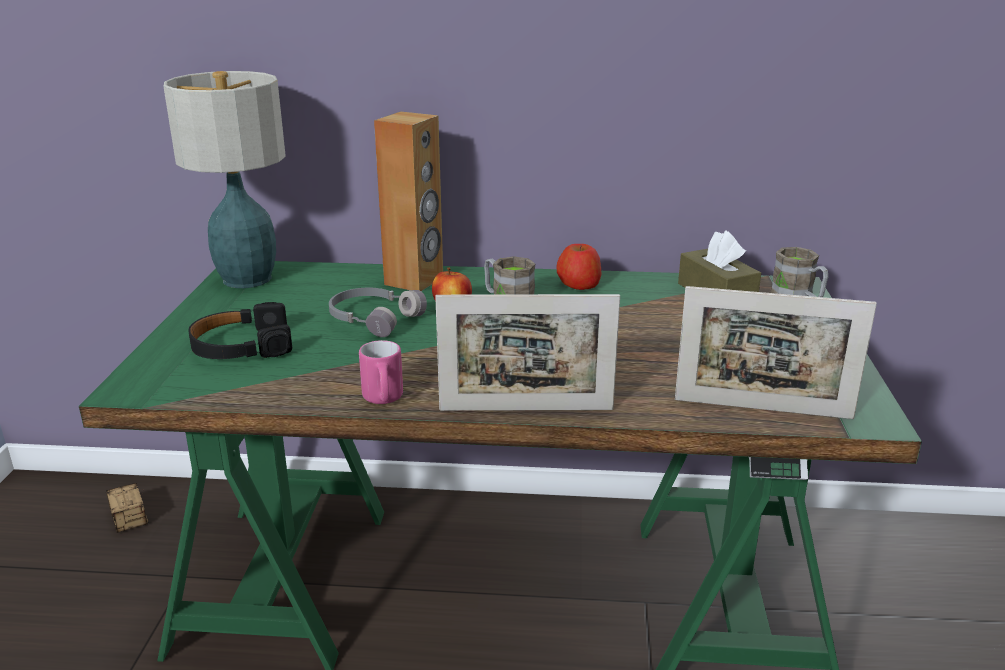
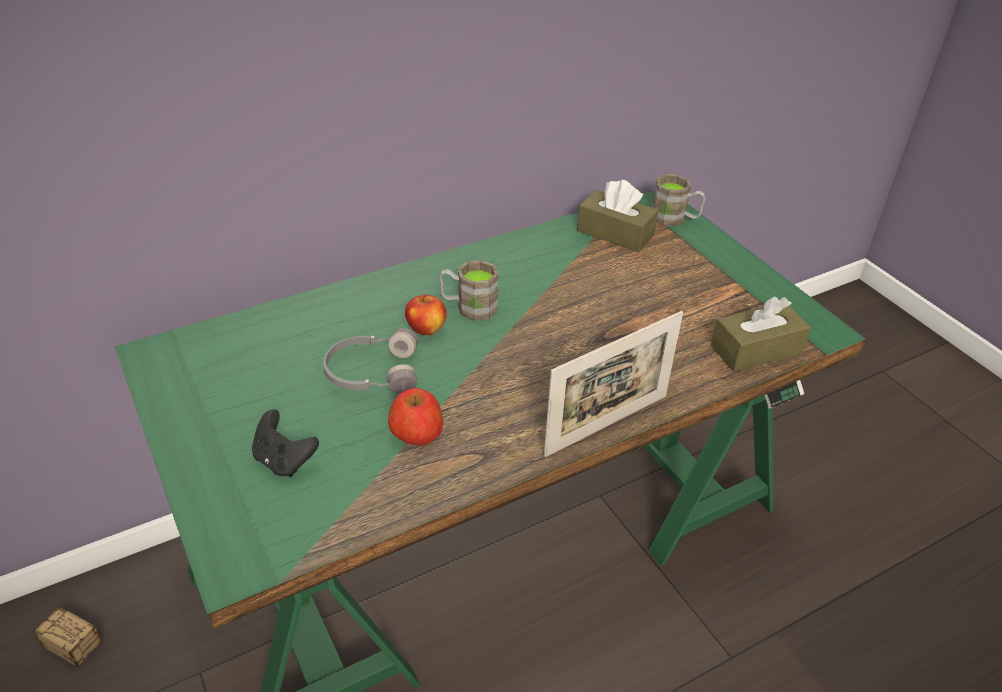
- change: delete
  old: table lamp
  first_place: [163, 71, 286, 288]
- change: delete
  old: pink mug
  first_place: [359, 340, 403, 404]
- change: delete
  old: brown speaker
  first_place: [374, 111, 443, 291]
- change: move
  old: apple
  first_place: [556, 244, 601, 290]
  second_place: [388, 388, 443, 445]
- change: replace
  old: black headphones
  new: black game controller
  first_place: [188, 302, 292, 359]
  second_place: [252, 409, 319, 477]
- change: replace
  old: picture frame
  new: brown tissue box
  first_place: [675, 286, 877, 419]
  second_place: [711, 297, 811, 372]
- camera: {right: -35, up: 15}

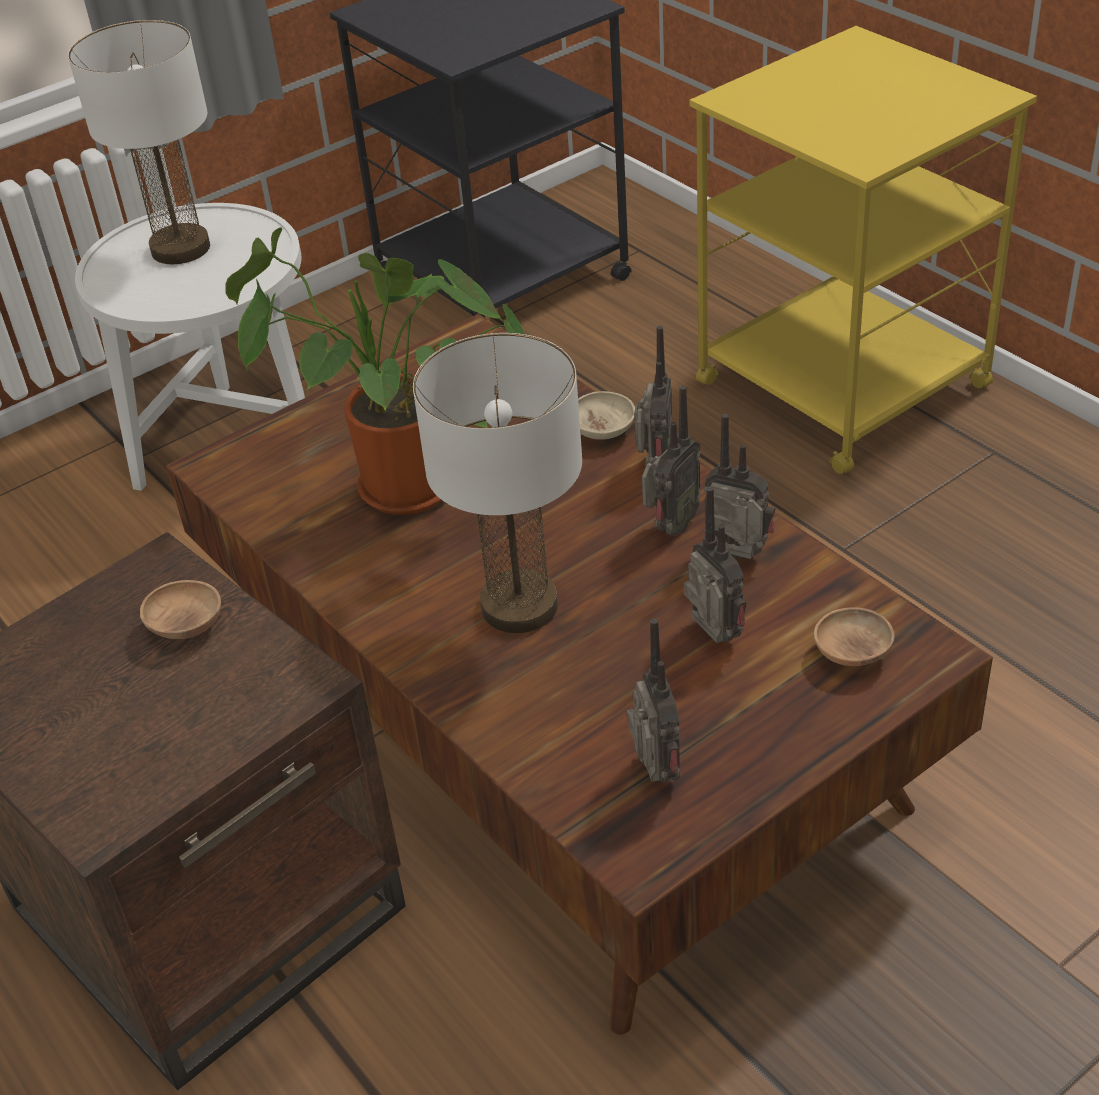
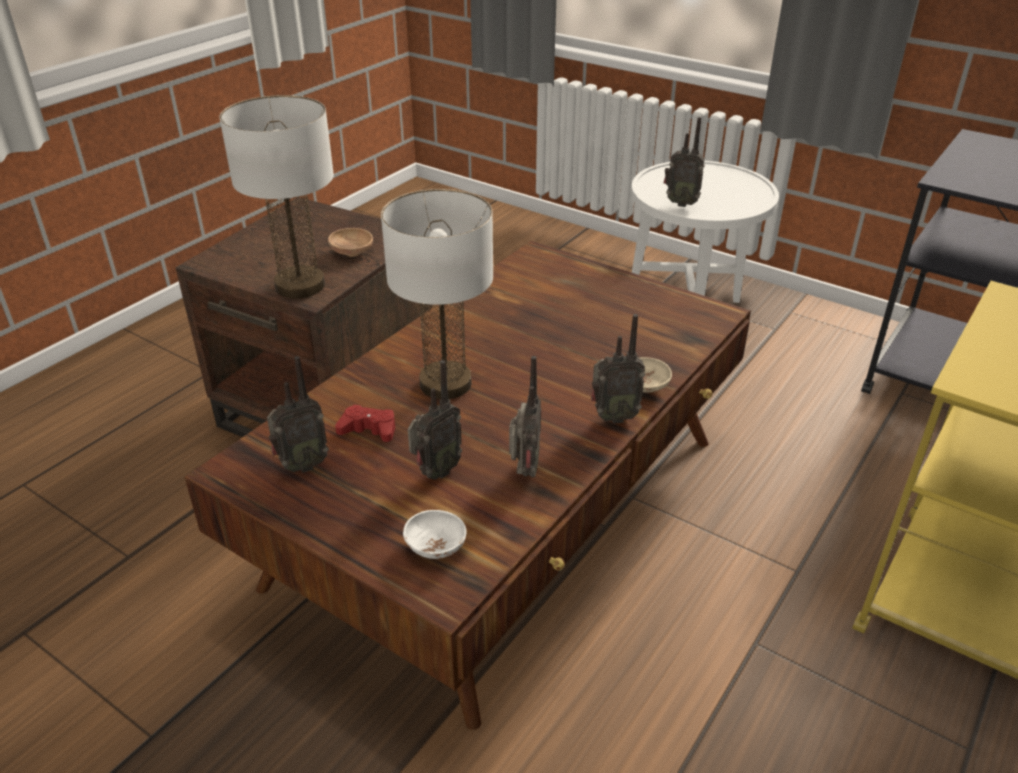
- change: delete
  old: potted plant
  first_place: [225, 227, 524, 515]
- change: insert
  new: red game controller
  second_place: [335, 405, 395, 442]
- change: move
  old: table lamp
  first_place: [68, 20, 210, 264]
  second_place: [219, 95, 334, 299]
- change: move
  old: radio
  first_place: [642, 386, 701, 536]
  second_place: [664, 117, 705, 207]
- change: recolor
  old: brown bowl
  new: white bowl
  first_place: [814, 607, 894, 666]
  second_place: [403, 510, 466, 559]
- camera: {right: 70, up: -5}

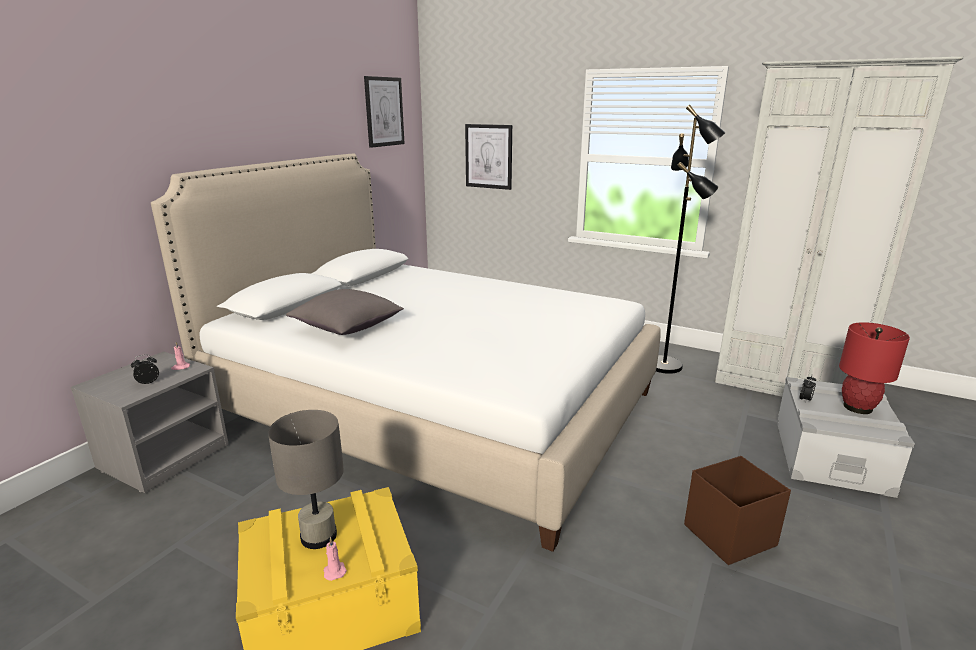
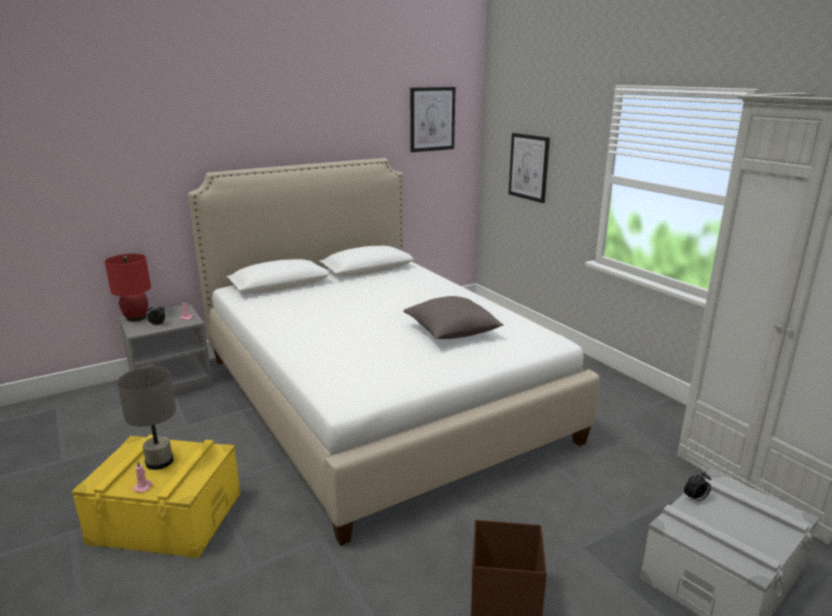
- change: delete
  old: black floor lamp
  first_place: [656, 105, 725, 374]
- change: move
  old: grey pillow
  first_place: [286, 289, 404, 335]
  second_place: [403, 296, 503, 339]
- change: move
  old: red table lamp
  first_place: [839, 322, 910, 414]
  second_place: [105, 254, 151, 322]
- camera: {right: 30, up: 0}

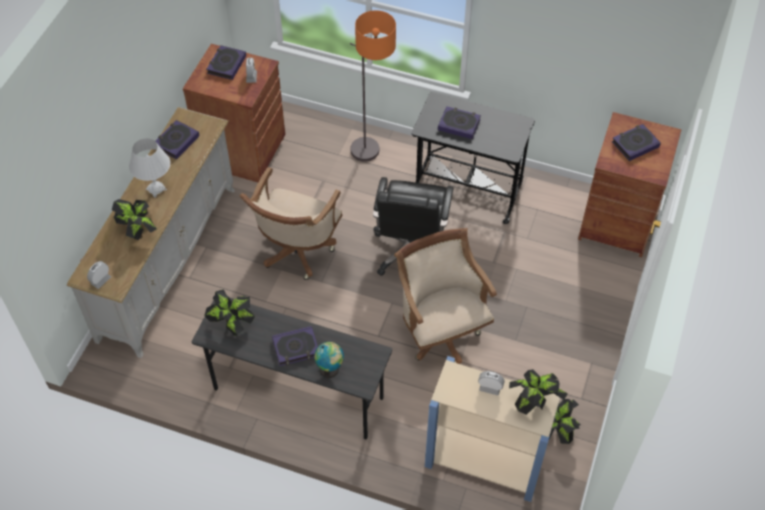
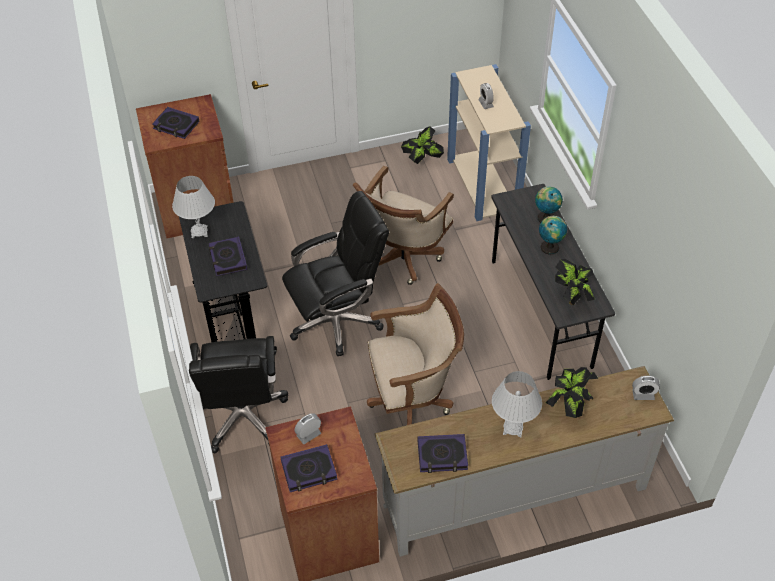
- change: delete
  old: potted plant
  first_place: [509, 369, 568, 415]
- change: insert
  new: white table lamp
  second_place: [172, 176, 215, 238]
- change: replace
  old: book
  new: globe
  first_place: [272, 326, 318, 366]
  second_place: [539, 216, 567, 255]
- change: replace
  old: orange floor lamp
  new: black office chair
  first_place: [350, 10, 396, 162]
  second_place: [189, 336, 288, 454]
- camera: {right: -125, up: -5}

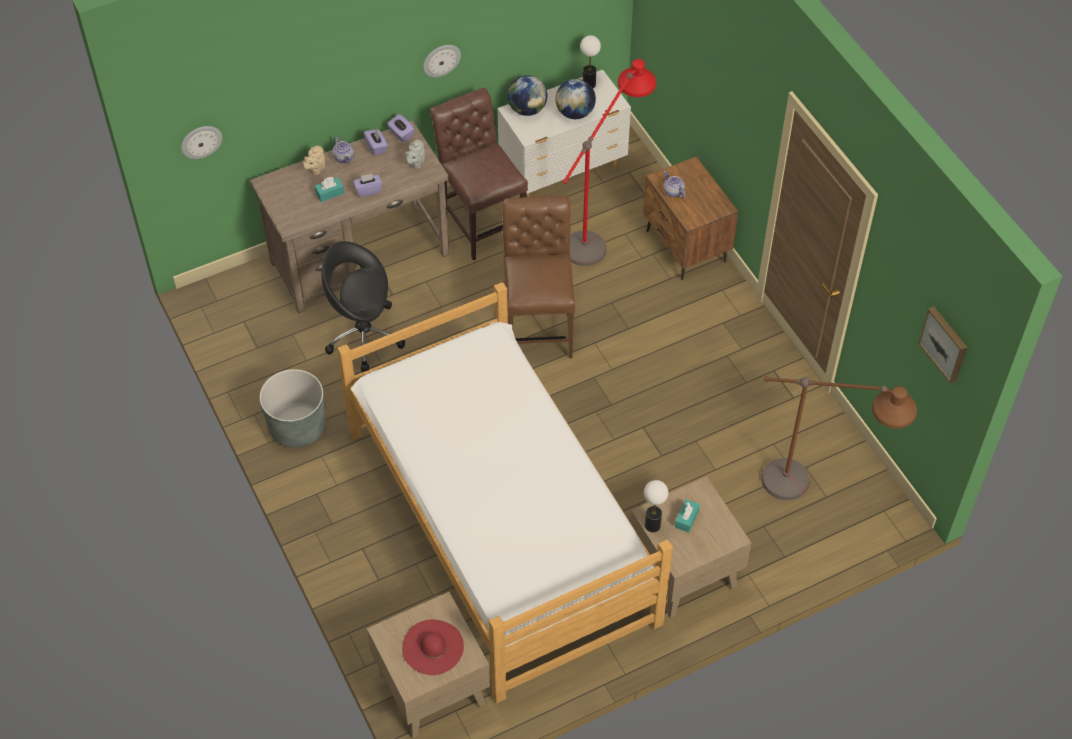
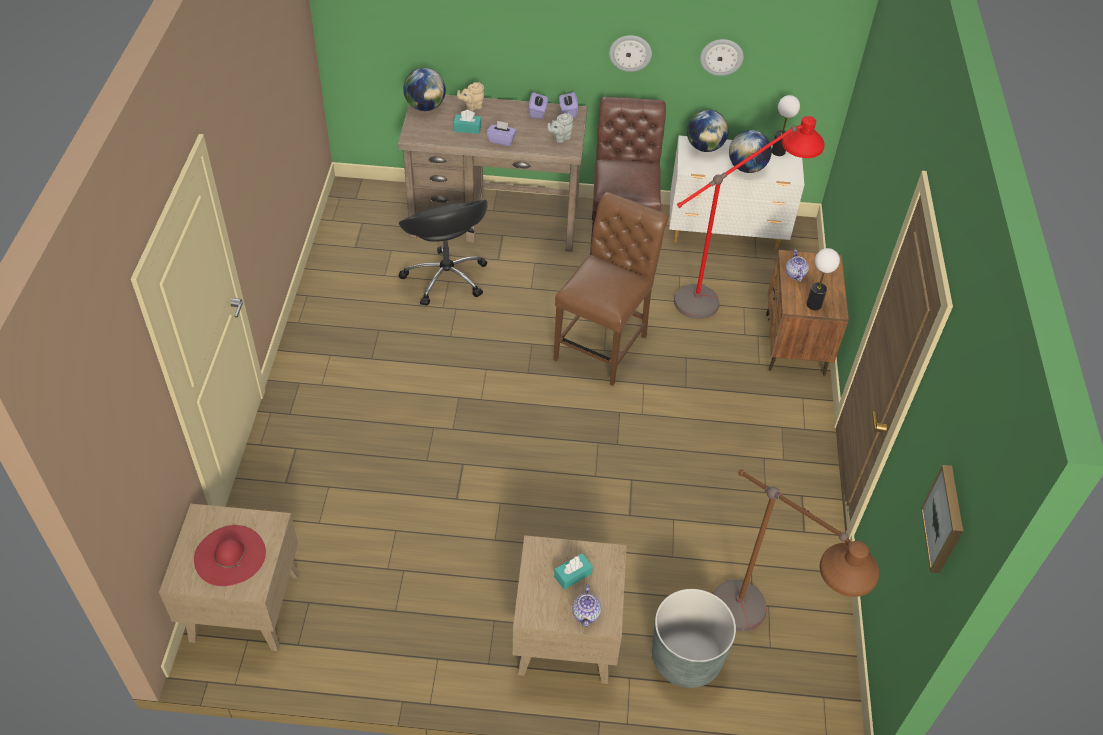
- change: delete
  old: bed
  first_place: [337, 282, 673, 703]
- change: insert
  new: globe
  second_place: [403, 68, 446, 111]
- change: move
  old: wall clock
  first_place: [181, 126, 222, 159]
  second_place: [700, 39, 744, 76]
- change: move
  old: grey planter
  first_place: [259, 369, 326, 448]
  second_place: [652, 589, 736, 688]
- change: move
  old: teapot
  first_place: [333, 137, 354, 163]
  second_place: [572, 584, 601, 627]
- change: move
  old: table lamp
  first_place: [644, 480, 668, 532]
  second_place: [806, 248, 840, 310]
- change: rotate
  old: black office chair
  first_place: [322, 241, 405, 372]
  second_place: [399, 200, 488, 305]
  degrees: -150
- camera: {right: 30, up: -5}

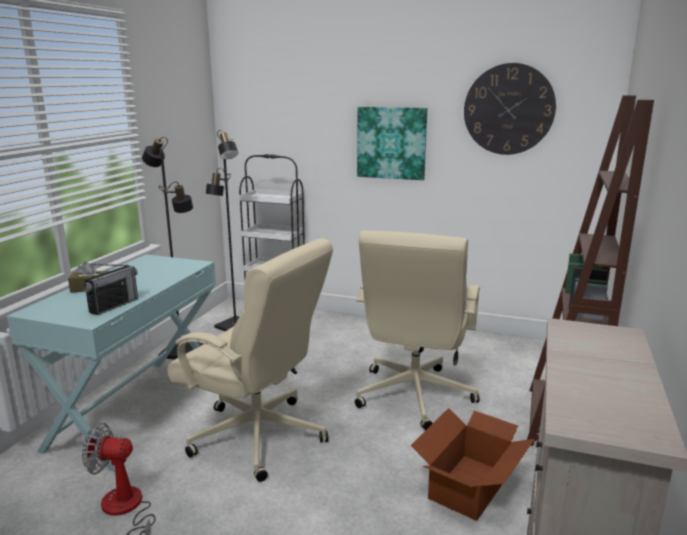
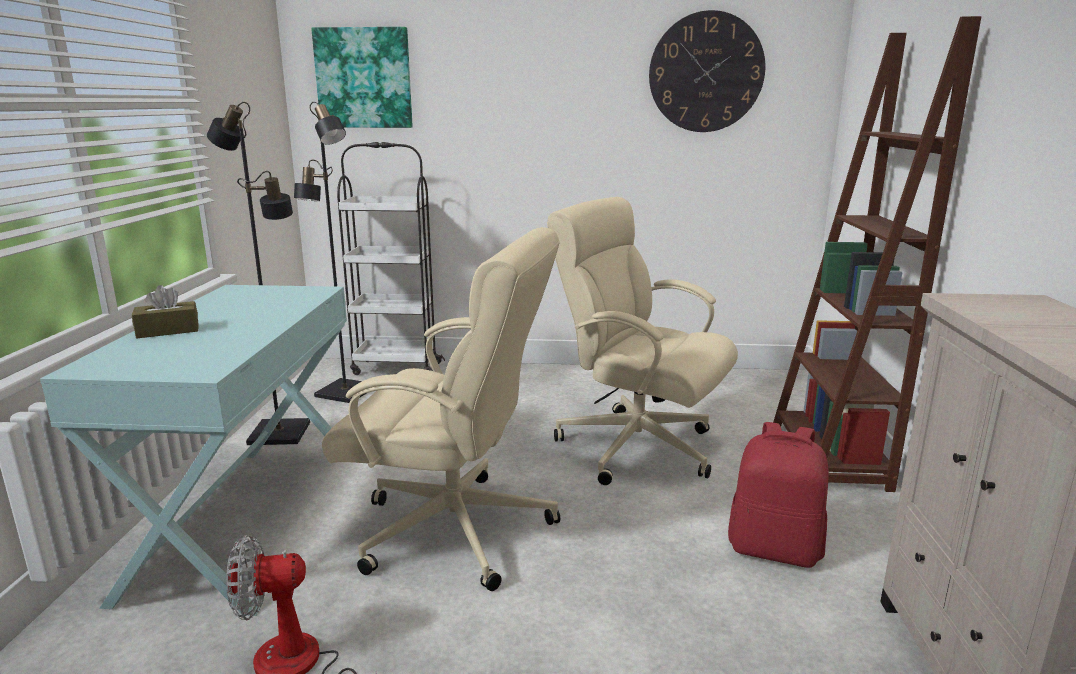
- change: delete
  old: radio
  first_place: [83, 264, 138, 315]
- change: move
  old: picture
  first_place: [357, 107, 427, 180]
  second_place: [311, 27, 413, 128]
- change: replace
  old: cardboard box
  new: red backpack
  first_place: [411, 408, 535, 521]
  second_place: [728, 422, 829, 568]
- change: rotate
  old: beige office chair
  first_place: [355, 231, 480, 430]
  second_place: [547, 197, 738, 485]
  degrees: 120
- camera: {right: -15, up: 0}

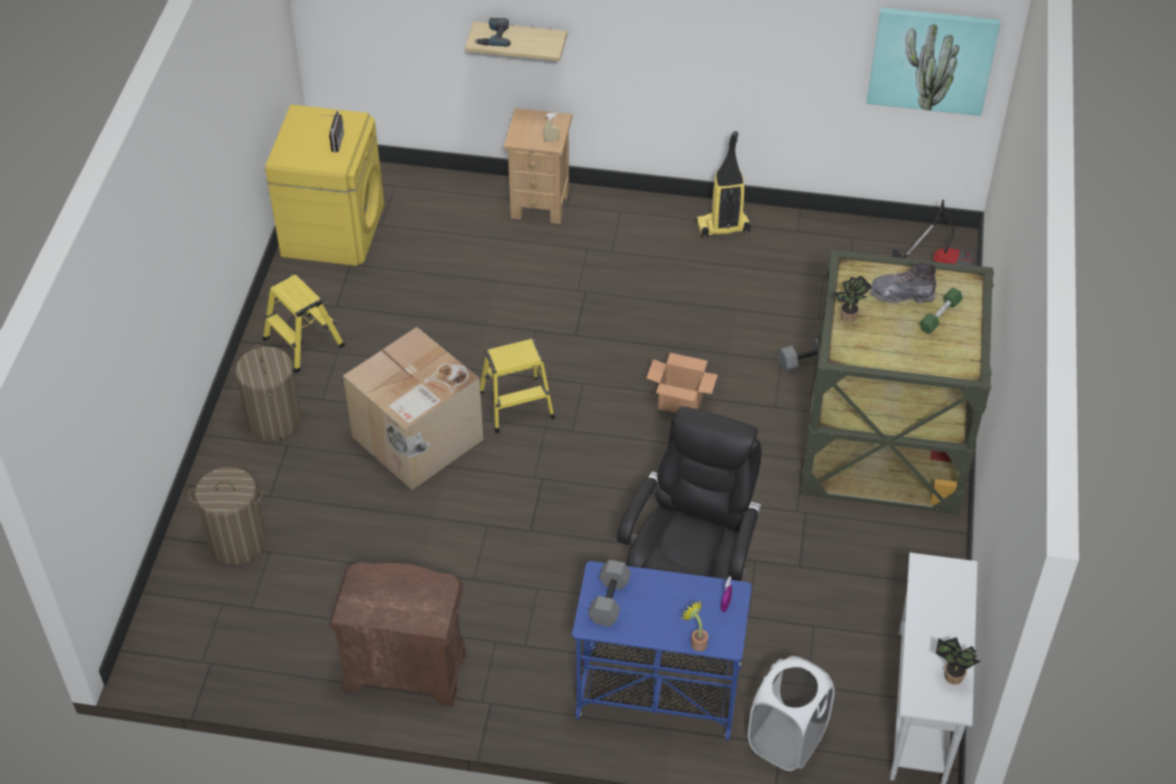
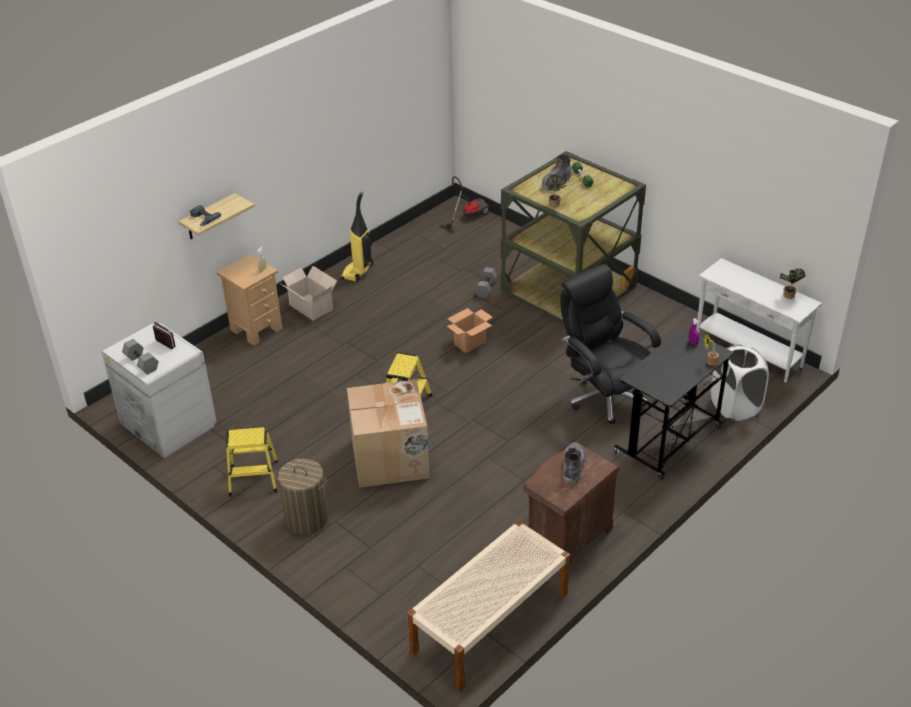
- change: delete
  old: laundry basket
  first_place: [188, 467, 266, 564]
- change: delete
  old: picture
  first_place: [867, 8, 1000, 116]
- change: insert
  new: cardboard box
  second_place: [279, 266, 337, 321]
- change: insert
  new: beige bench
  second_place: [407, 520, 570, 692]
- change: insert
  new: grey boot
  second_place: [563, 442, 586, 484]
- change: move
  old: grey dumbbell
  first_place: [588, 560, 631, 627]
  second_place: [122, 339, 159, 375]
- change: recolor
  old: yellow washing machine
  new: white washing machine
  first_place: [265, 104, 384, 266]
  second_place: [101, 323, 216, 458]
- change: recolor
  old: blue desk
  new: black desk
  first_place: [572, 561, 752, 741]
  second_place: [614, 328, 733, 480]
- camera: {right: -55, up: -10}

